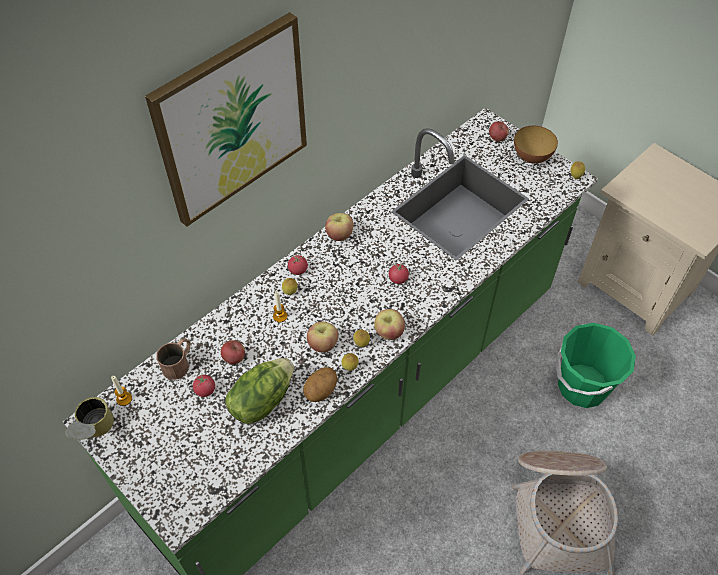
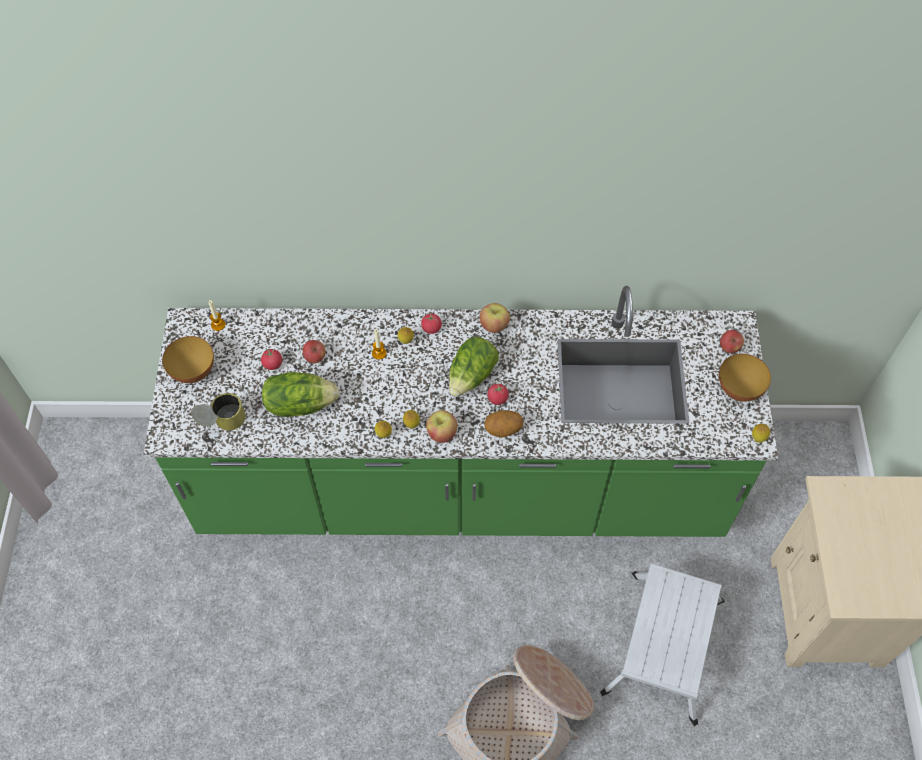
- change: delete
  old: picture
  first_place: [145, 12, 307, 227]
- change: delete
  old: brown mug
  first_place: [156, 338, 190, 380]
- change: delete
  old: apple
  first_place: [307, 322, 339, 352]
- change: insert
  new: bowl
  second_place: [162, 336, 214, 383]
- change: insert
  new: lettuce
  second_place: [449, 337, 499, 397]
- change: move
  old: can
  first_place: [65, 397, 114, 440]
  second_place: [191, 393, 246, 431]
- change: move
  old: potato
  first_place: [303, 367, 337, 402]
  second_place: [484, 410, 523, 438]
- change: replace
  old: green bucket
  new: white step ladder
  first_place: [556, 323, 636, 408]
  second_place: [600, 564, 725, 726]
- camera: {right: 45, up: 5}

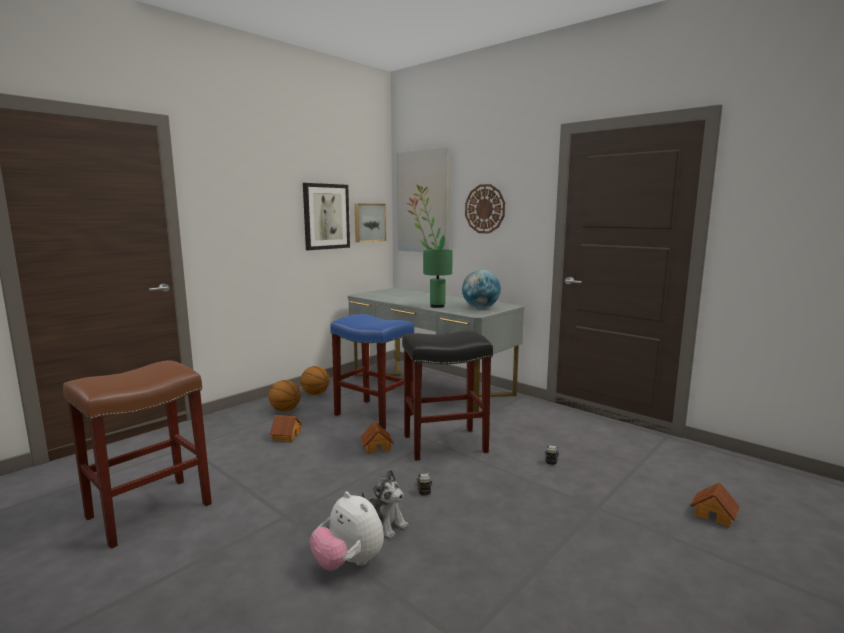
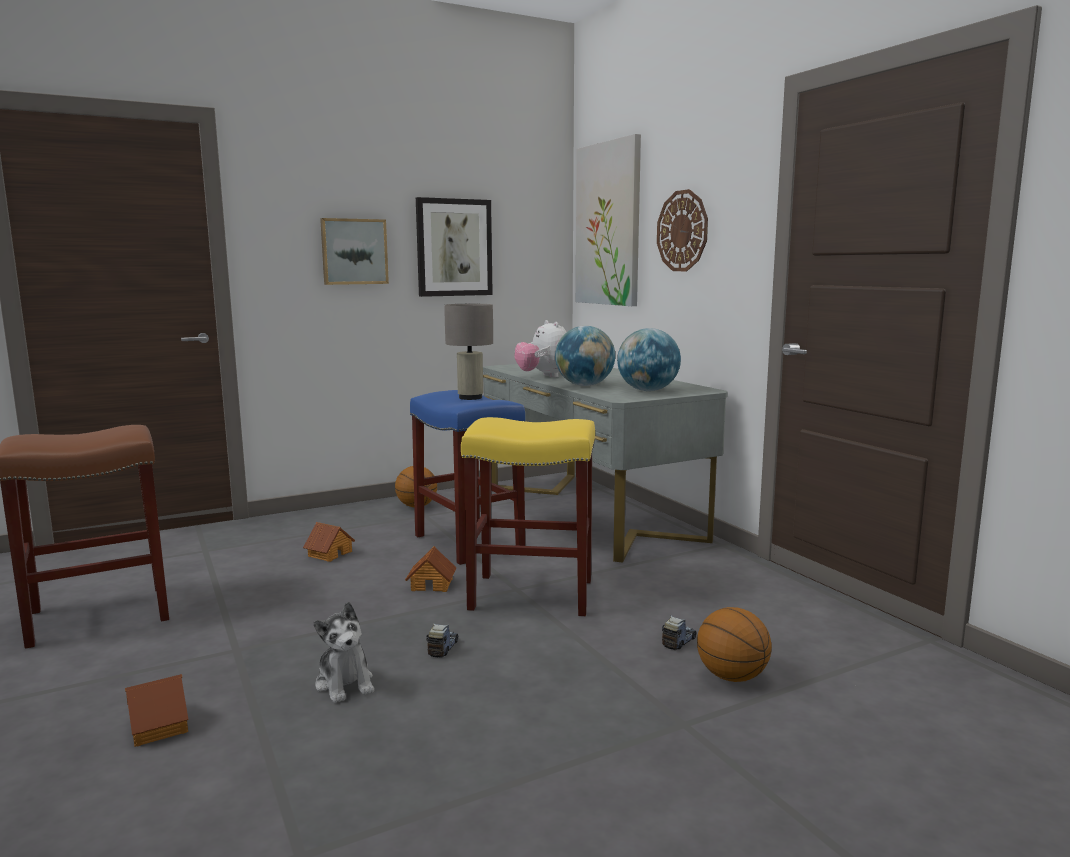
- change: insert
  new: grey table lamp
  second_place: [444, 304, 493, 400]
- change: move
  old: basketball
  first_place: [268, 380, 301, 412]
  second_place: [697, 607, 772, 682]
- change: move
  old: plush toy
  first_place: [310, 492, 384, 571]
  second_place: [514, 320, 566, 378]
- change: move
  old: picture
  first_place: [355, 203, 386, 242]
  second_place: [320, 218, 389, 285]
- change: move
  old: toy house
  first_place: [690, 482, 740, 528]
  second_place: [125, 674, 188, 747]
- change: replace
  old: green table lamp
  new: globe
  first_place: [423, 249, 452, 308]
  second_place: [555, 326, 615, 386]
- change: recolor
  old: black stool
  new: yellow stool
  first_place: [402, 330, 493, 461]
  second_place: [461, 417, 595, 616]
- camera: {right: 20, up: 0}

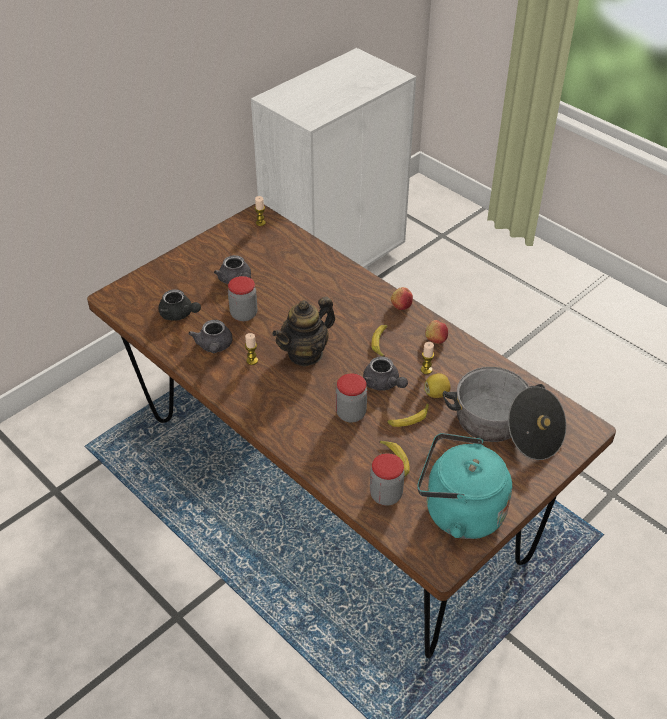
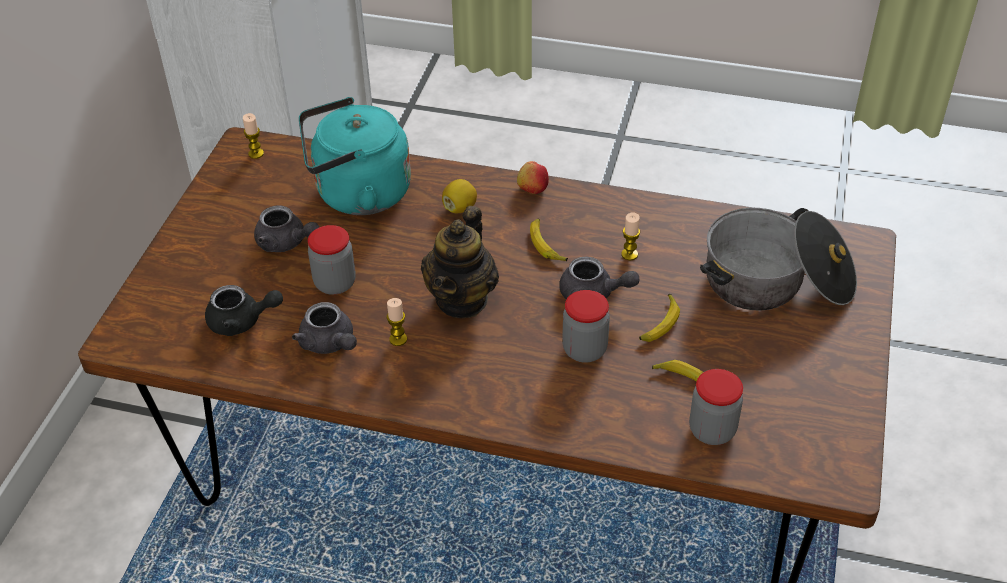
- change: delete
  old: apple
  first_place: [425, 320, 448, 344]
- change: move
  old: turquoise kettle
  first_place: [417, 433, 512, 539]
  second_place: [299, 97, 411, 215]
- change: move
  old: lemon
  first_place: [424, 373, 451, 398]
  second_place: [442, 179, 477, 213]
- camera: {right: -30, up: 0}

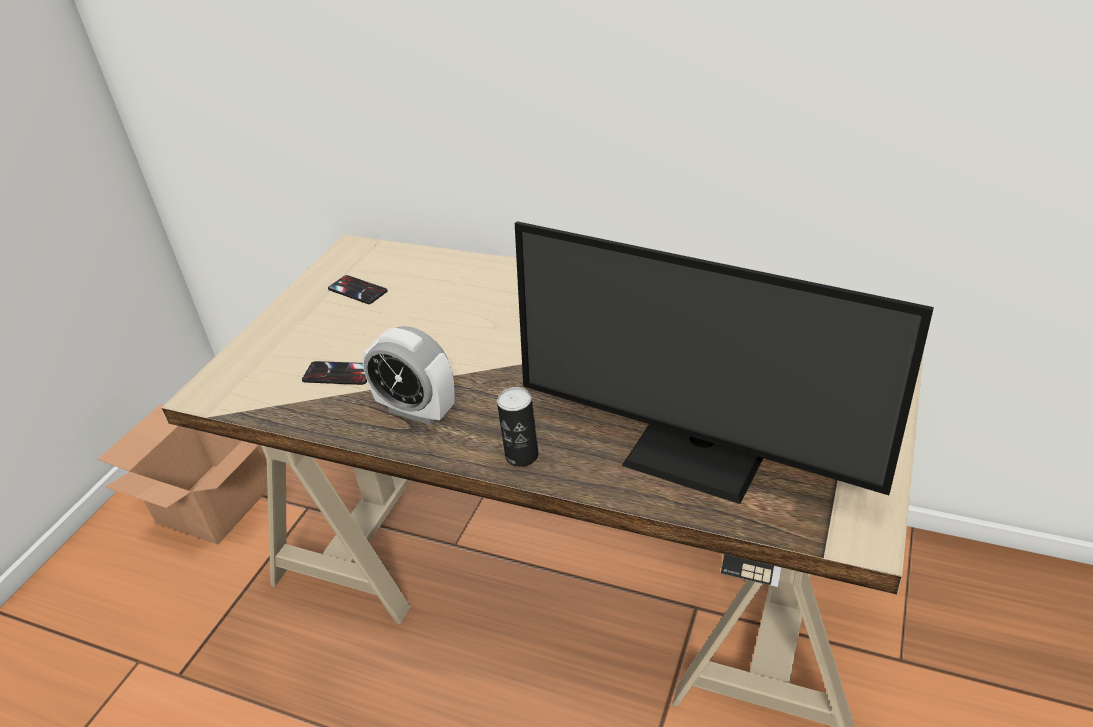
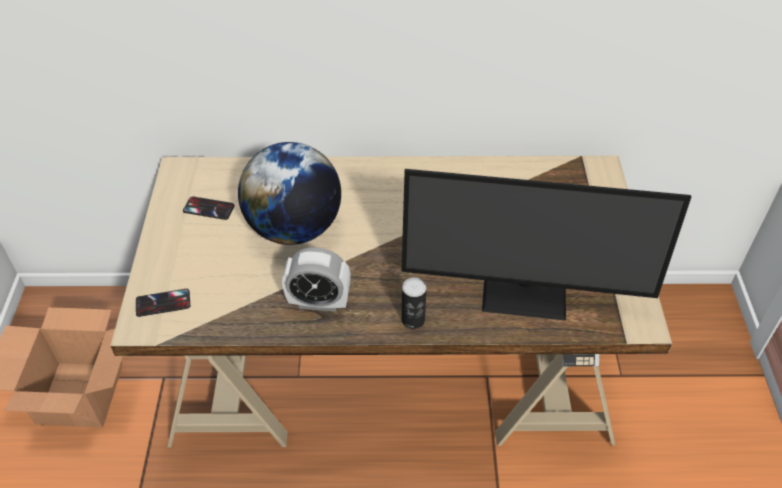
- change: insert
  new: globe
  second_place: [238, 142, 341, 245]
- change: move
  old: phone
  first_place: [302, 361, 367, 385]
  second_place: [136, 289, 190, 317]
- camera: {right: -25, up: 10}

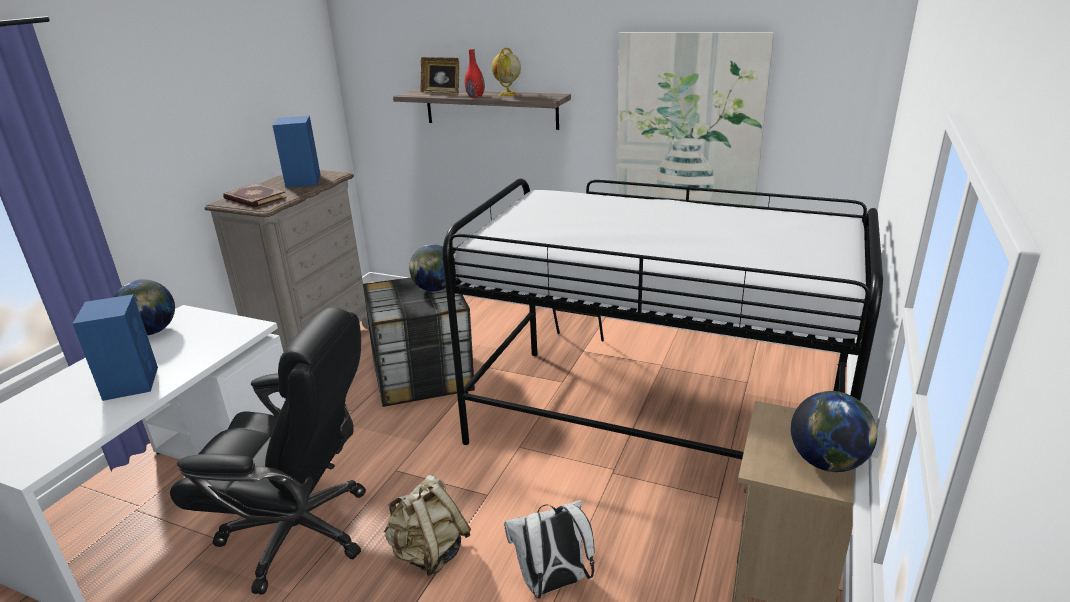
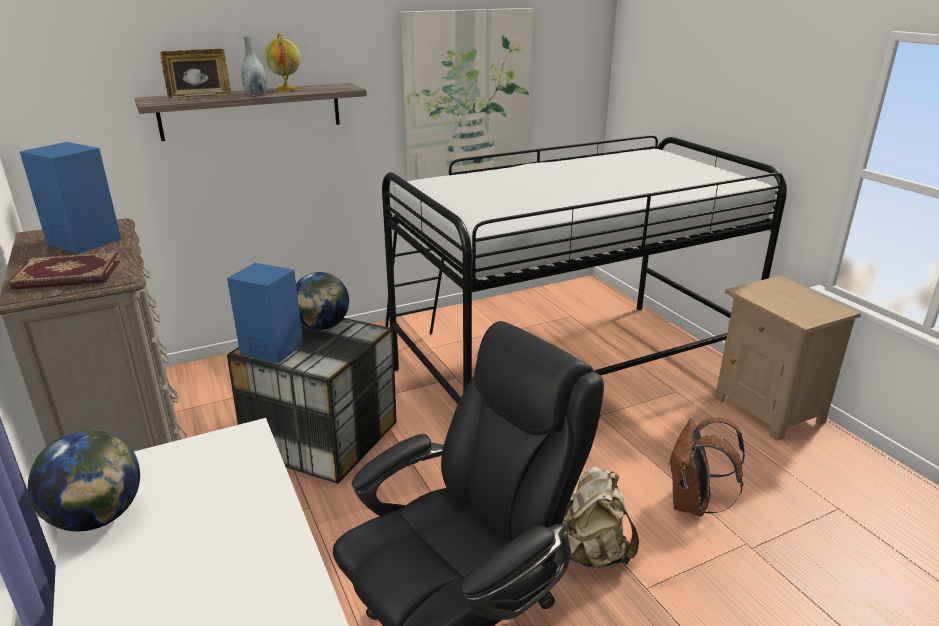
- change: delete
  old: globe
  first_place: [791, 391, 877, 472]
- change: move
  old: blue speaker
  first_place: [73, 294, 158, 401]
  second_place: [227, 263, 303, 363]
- change: recolor
  old: red vase
  new: grey vase
  first_place: [465, 49, 485, 98]
  second_place: [241, 36, 267, 96]
- change: recolor
  old: white backpack
  new: brown backpack
  first_place: [504, 500, 594, 599]
  second_place: [668, 417, 745, 516]
- camera: {right: -50, up: 0}

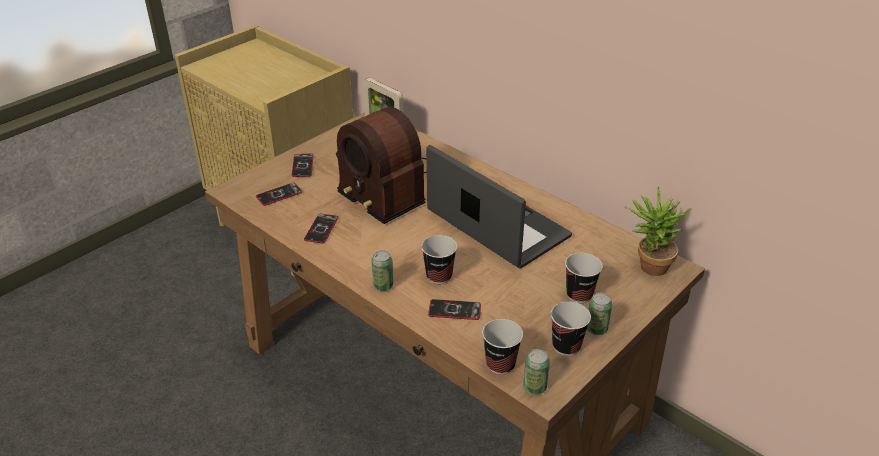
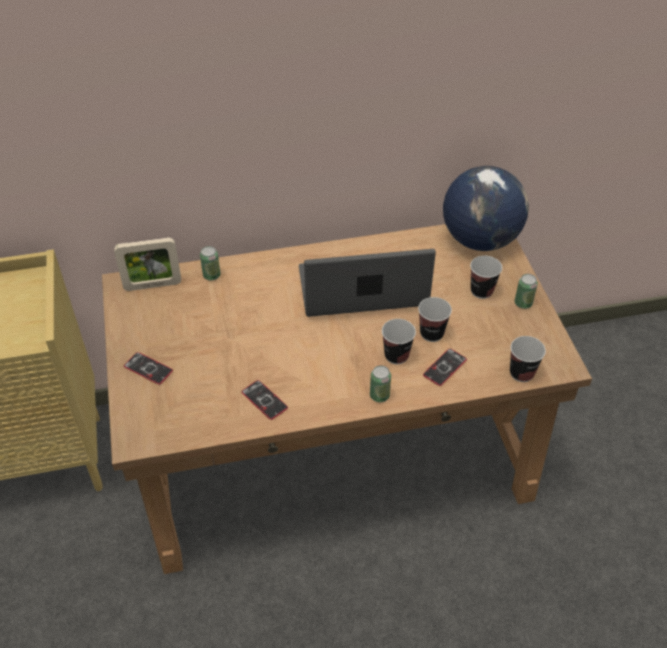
- change: delete
  old: phone
  first_place: [256, 183, 302, 206]
- change: delete
  old: radio
  first_place: [336, 107, 427, 224]
- change: move
  old: can
  first_place: [523, 349, 550, 395]
  second_place: [200, 246, 221, 280]
- change: move
  old: cup
  first_place: [551, 302, 591, 356]
  second_place: [418, 297, 452, 342]
- change: replace
  old: potted plant
  new: globe
  first_place: [624, 187, 692, 276]
  second_place: [443, 166, 529, 251]
- camera: {right: -55, up: 10}

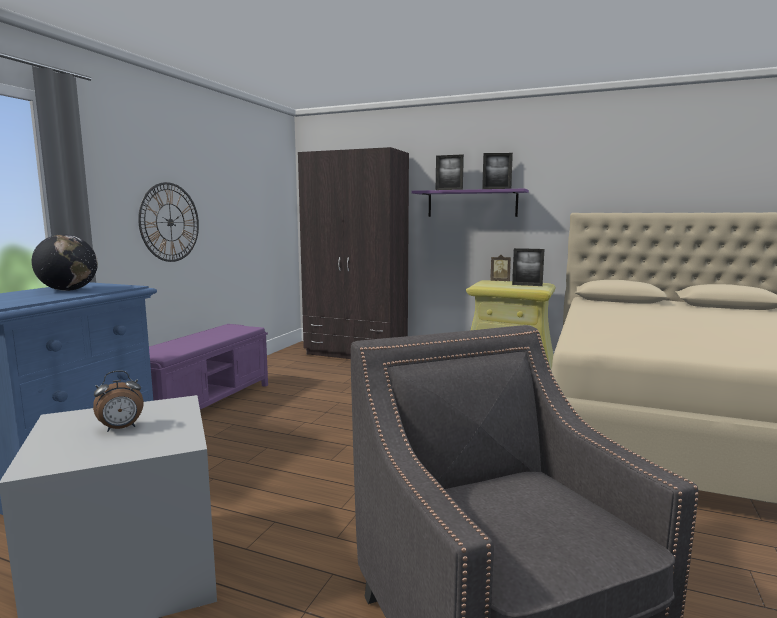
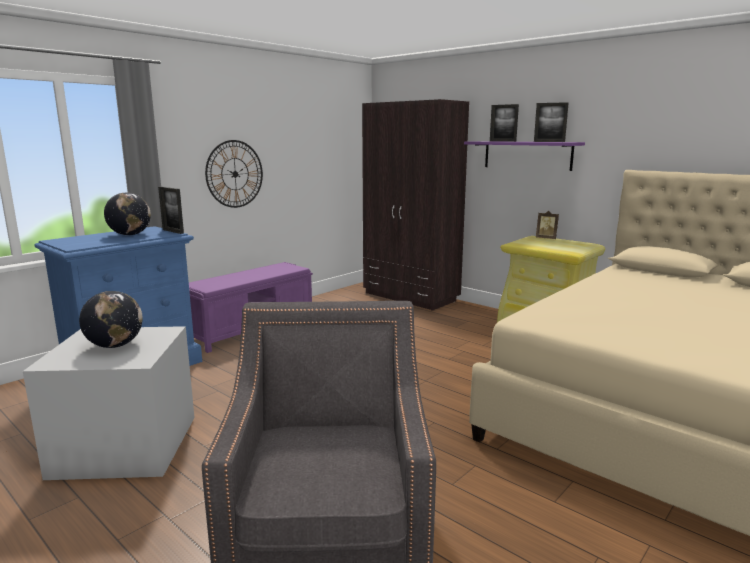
- change: move
  old: picture frame
  first_place: [512, 248, 544, 286]
  second_place: [158, 187, 184, 234]
- change: replace
  old: alarm clock
  new: globe
  first_place: [93, 371, 144, 432]
  second_place: [79, 291, 143, 348]
- camera: {right: 20, up: 5}

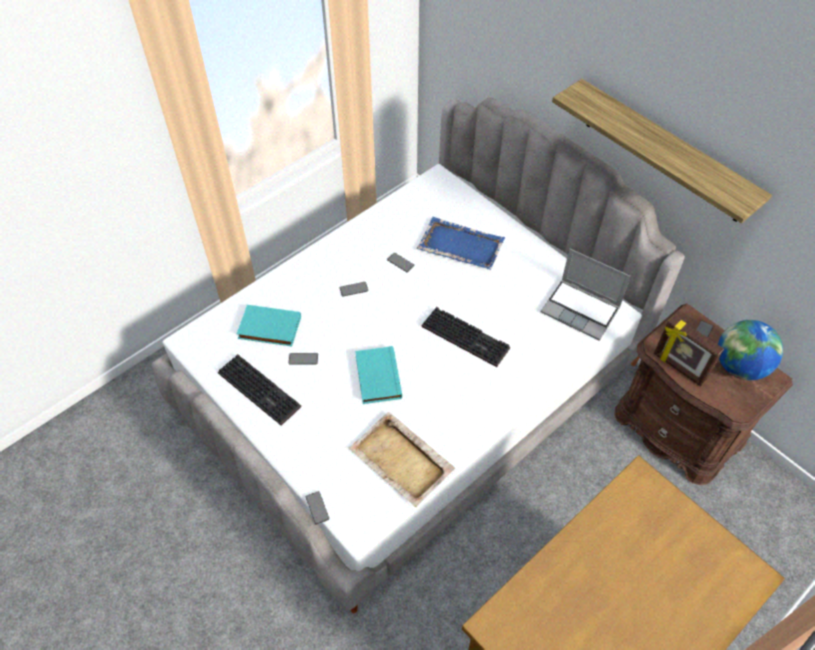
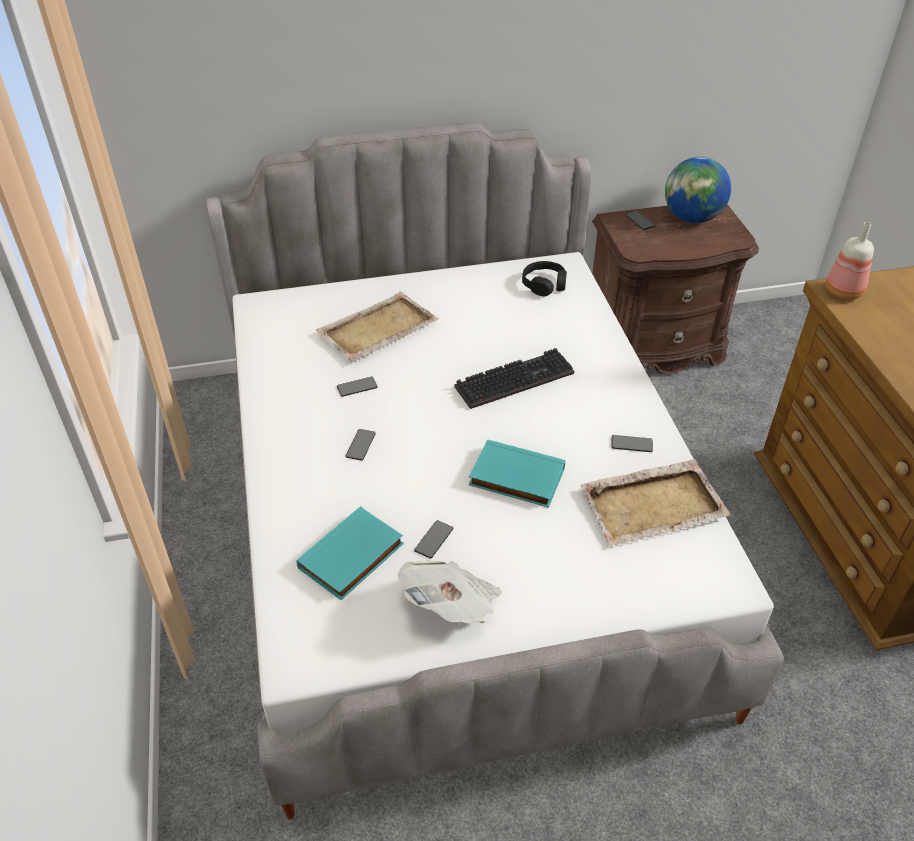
- change: delete
  old: shelf
  first_place: [552, 79, 772, 223]
- change: delete
  old: picture frame
  first_place: [654, 316, 724, 386]
- change: insert
  new: bottle
  second_place: [826, 222, 874, 300]
- change: move
  old: phone
  first_place: [306, 491, 329, 525]
  second_place: [611, 435, 653, 452]
- change: replace
  old: keyboard
  new: newspaper
  first_place: [218, 354, 301, 426]
  second_place: [398, 561, 502, 624]
- change: replace
  old: laptop
  new: black headphones
  first_place: [541, 249, 631, 341]
  second_place: [522, 261, 567, 296]
- change: recolor
  old: blue tray
  new: beige tray
  first_place: [417, 217, 505, 270]
  second_place: [316, 291, 438, 362]
- camera: {right: -60, up: -10}

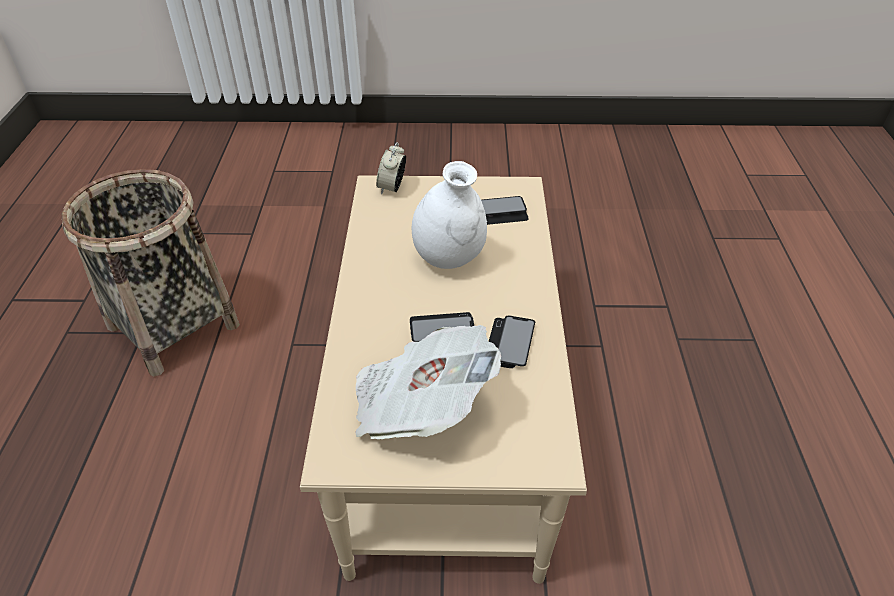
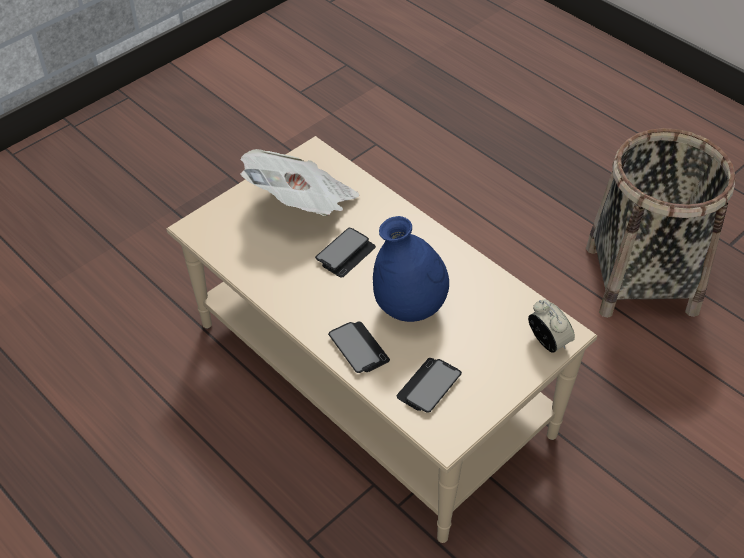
- change: move
  old: phone
  first_place: [489, 316, 535, 368]
  second_place: [328, 322, 390, 373]
- change: recolor
  old: white vase
  new: blue vase
  first_place: [412, 161, 487, 269]
  second_place: [373, 216, 449, 322]
- camera: {right: 135, up: 5}

